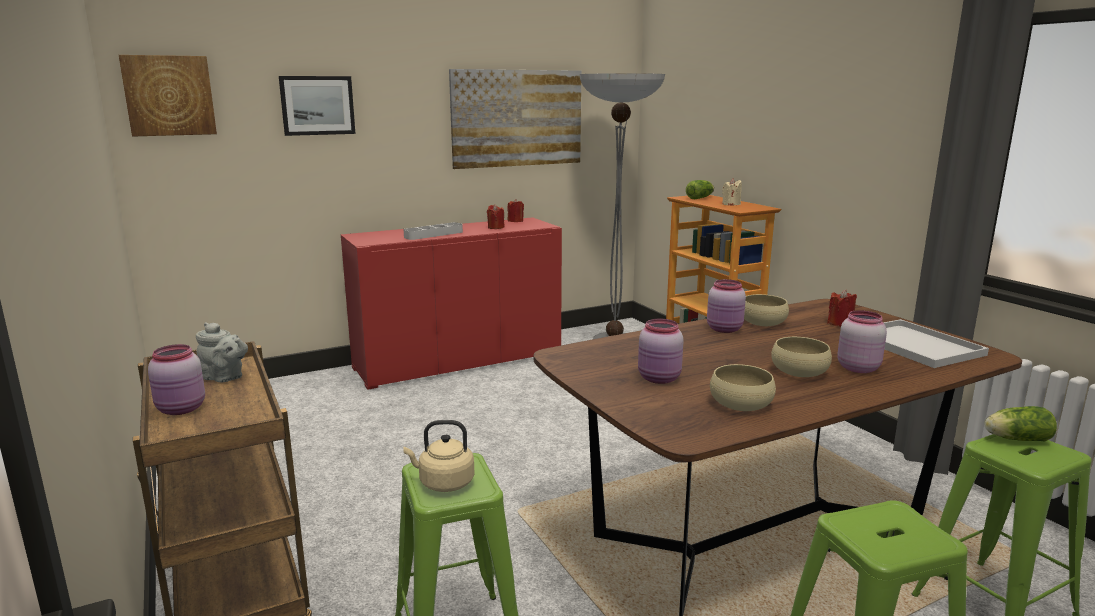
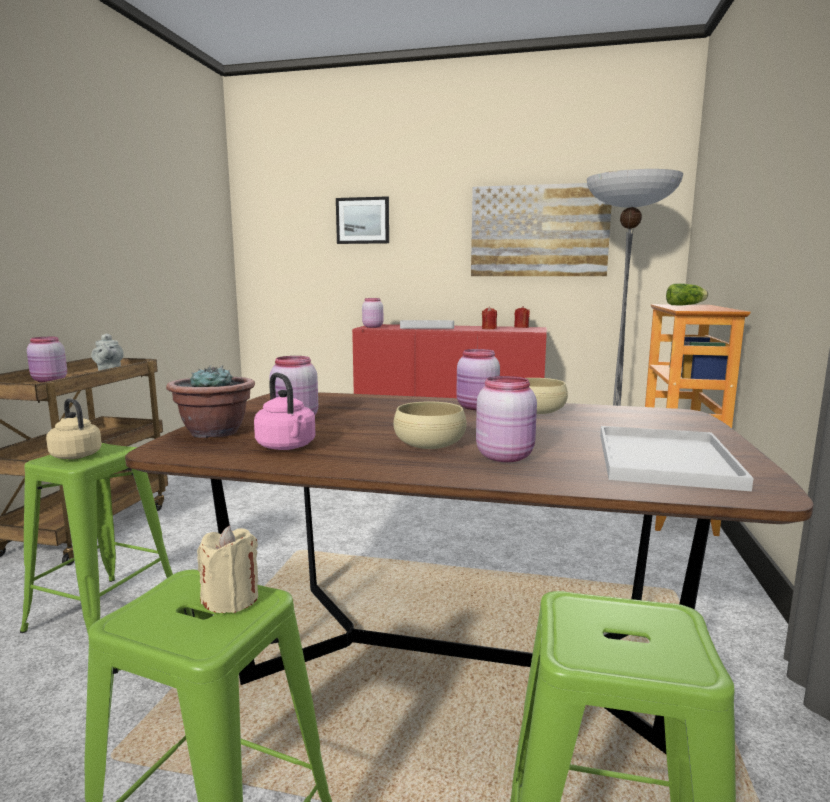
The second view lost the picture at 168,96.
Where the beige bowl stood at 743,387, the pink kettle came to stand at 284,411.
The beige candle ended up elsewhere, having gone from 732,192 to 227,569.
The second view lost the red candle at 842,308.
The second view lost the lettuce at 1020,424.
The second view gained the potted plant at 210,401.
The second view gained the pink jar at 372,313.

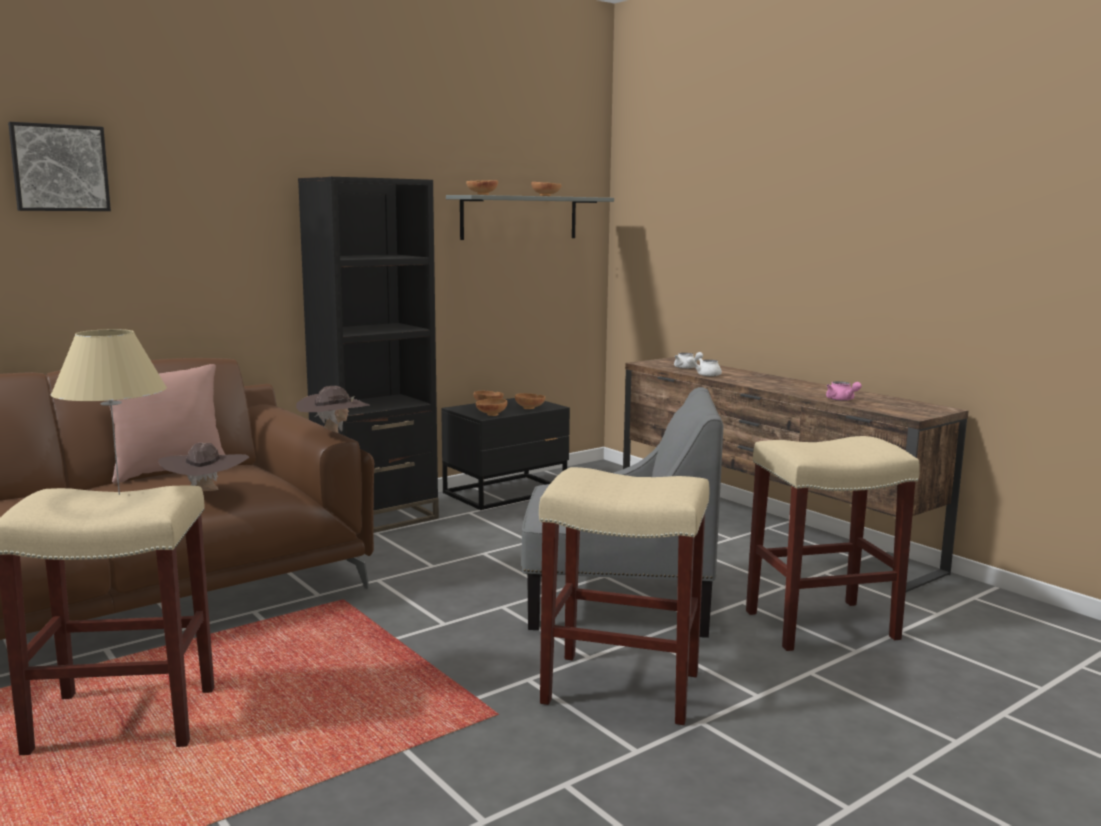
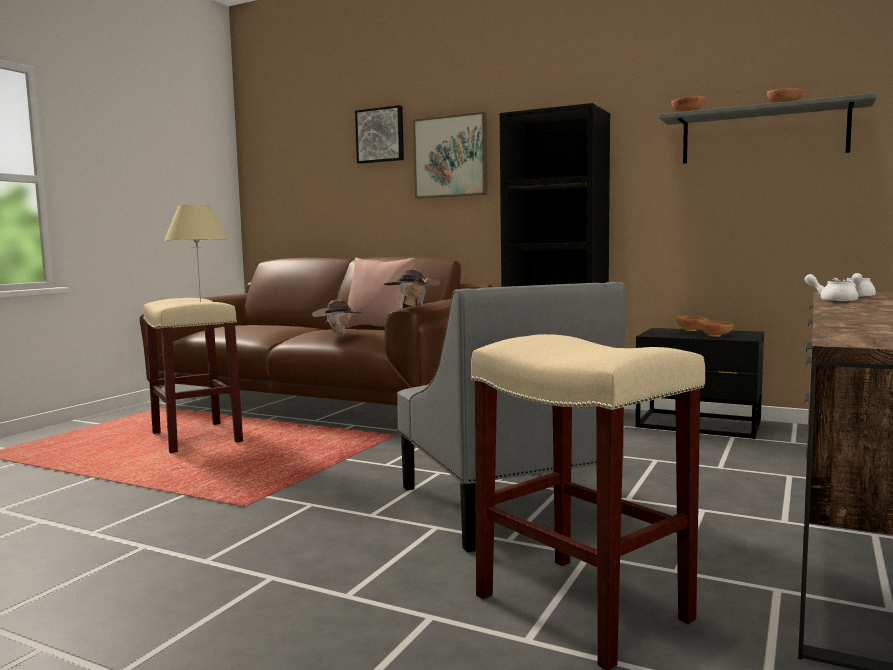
The second view lost the brown bowl at 491,407.
The second view lost the beige stool at 624,596.
The second view lost the pink teapot at 844,391.
The second view gained the picture at 450,155.

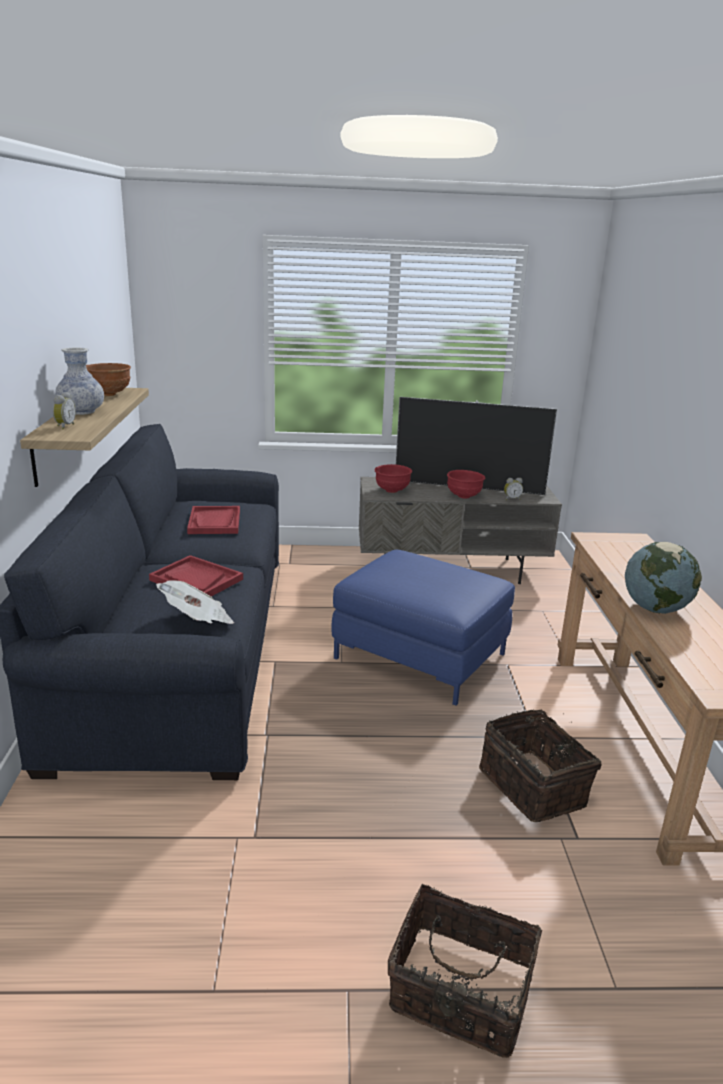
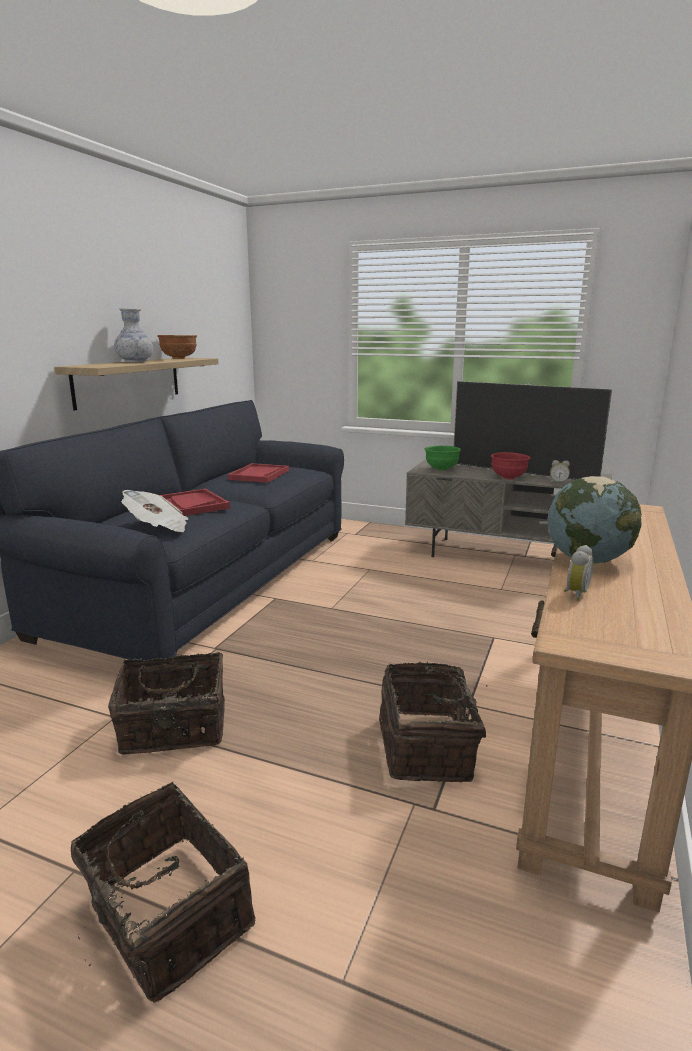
The alarm clock ended up elsewhere, having gone from 64,410 to 578,573.
The second view lost the blue ottoman at 423,628.
What was the red bowl at 393,478 turned into the green bowl at 443,458.
The second view gained the basket at 166,703.

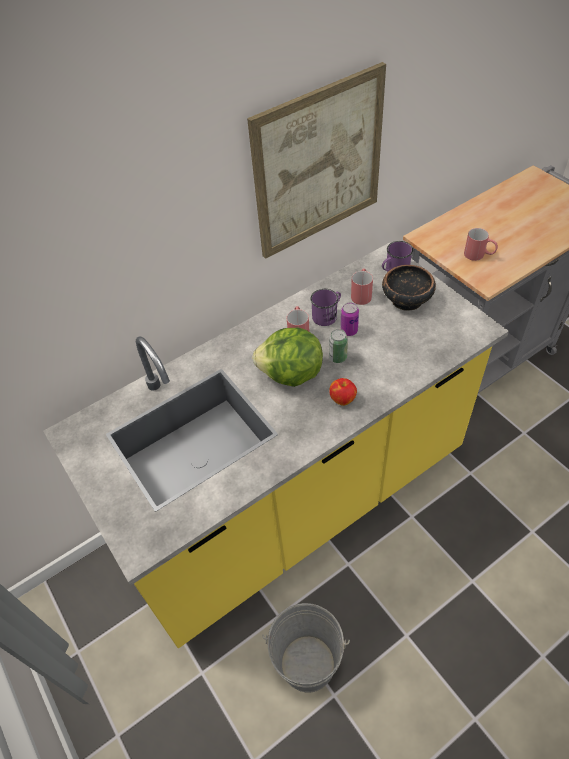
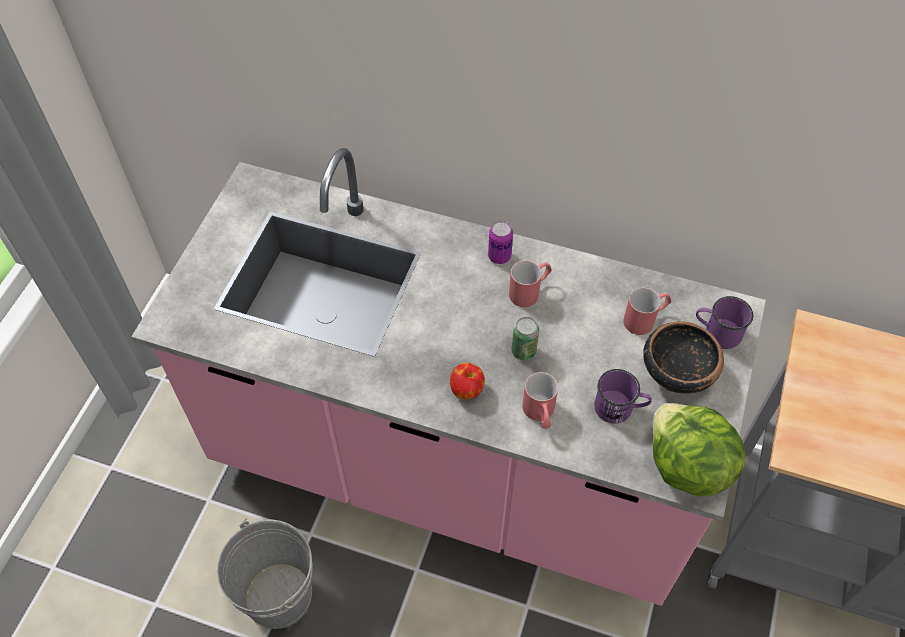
What was the yellow counter at 276,445 turned into the pink counter at 448,377.
The second view lost the picture at 316,160.
The lettuce ended up elsewhere, having gone from 287,357 to 699,450.
The purple mug ended up elsewhere, having gone from 325,307 to 623,396.
The can ended up elsewhere, having gone from 350,319 to 500,242.
The red mug ended up elsewhere, having gone from 481,244 to 540,400.

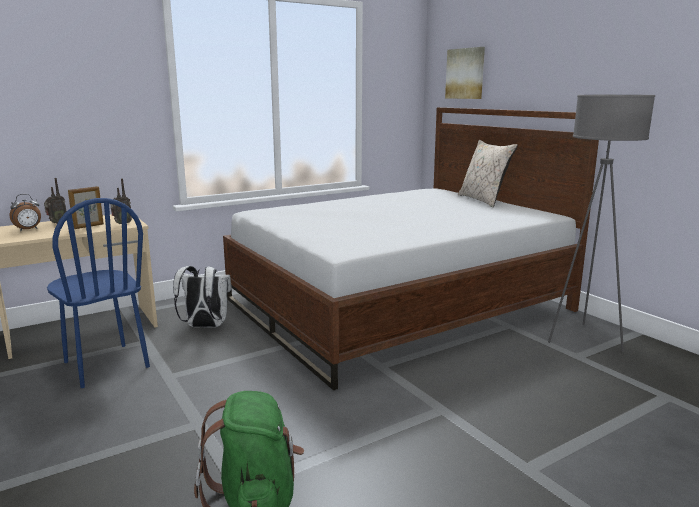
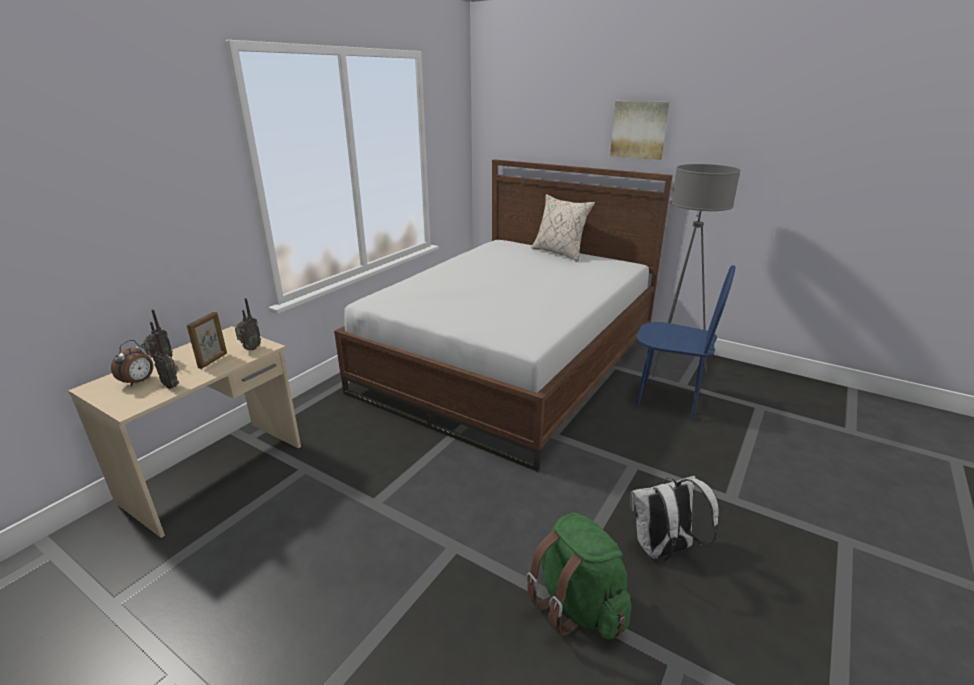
The blue chair ended up elsewhere, having gone from 98,293 to 685,342.
The white backpack ended up elsewhere, having gone from 202,296 to 674,518.
The picture ended up elsewhere, having gone from 465,73 to 640,130.
The second view gained the radio at 166,361.

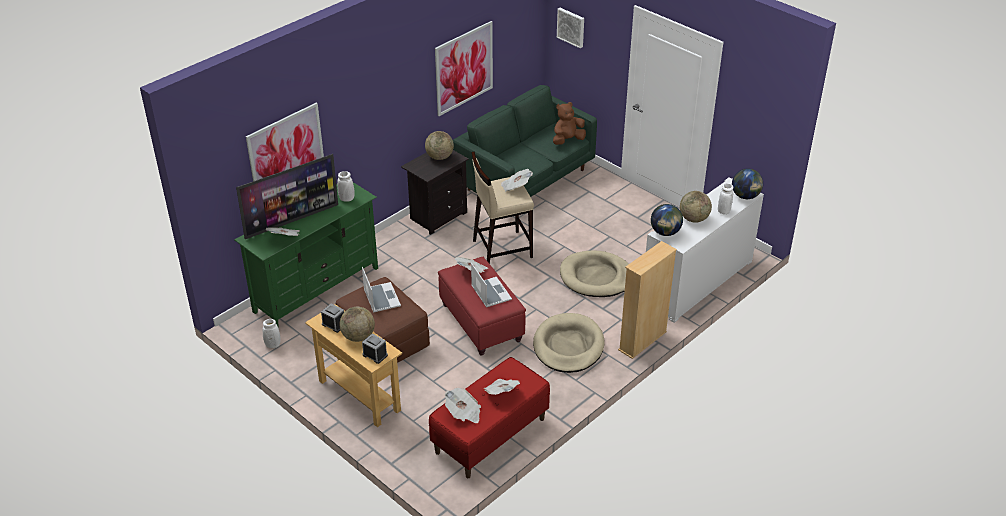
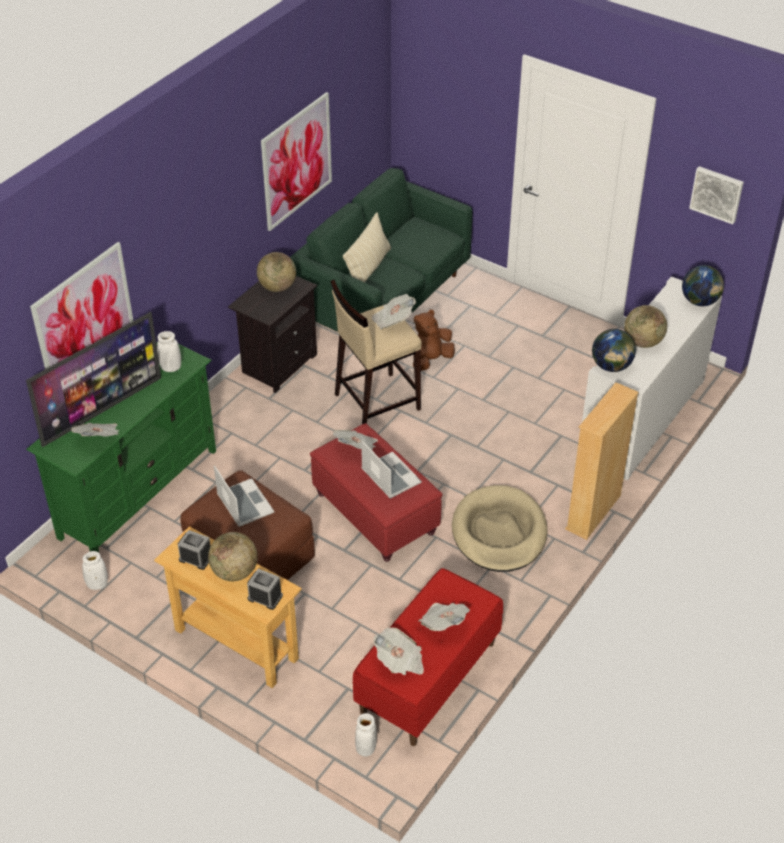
The brown plush toy ended up elsewhere, having gone from 569,123 to 434,340.
The picture ended up elsewhere, having gone from 570,28 to 716,195.
The second view lost the beige dog bed at 594,273.
The white vase ended up elsewhere, having gone from 725,198 to 366,734.
The second view gained the beige pillow at 367,247.

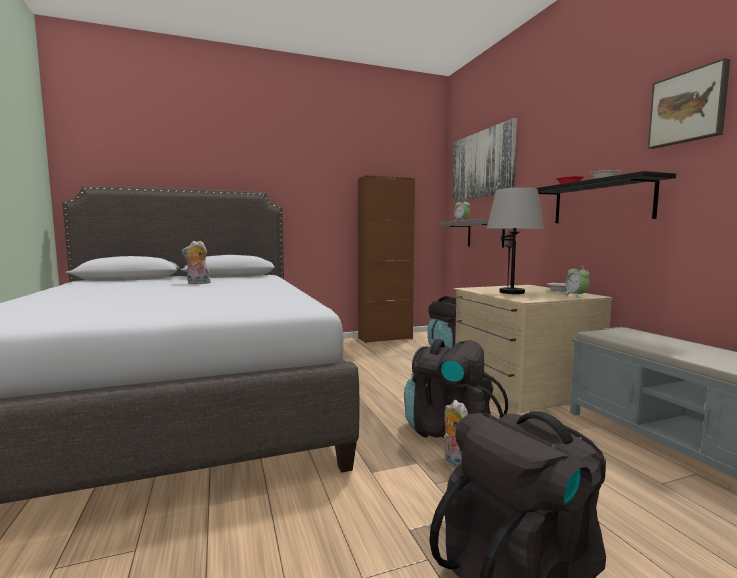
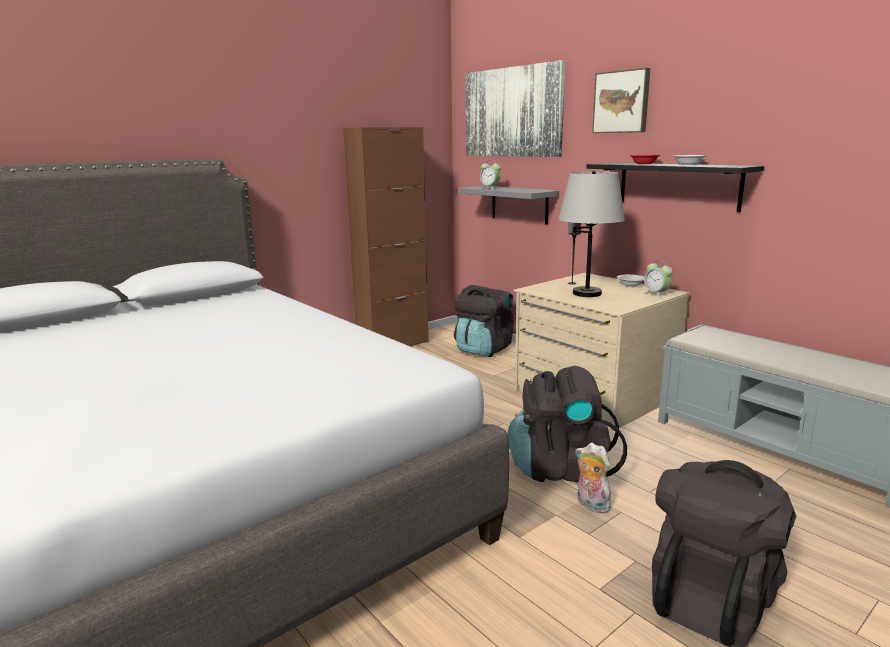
The second view lost the plush toy at 197,262.
The picture ended up elsewhere, having gone from 689,103 to 621,100.

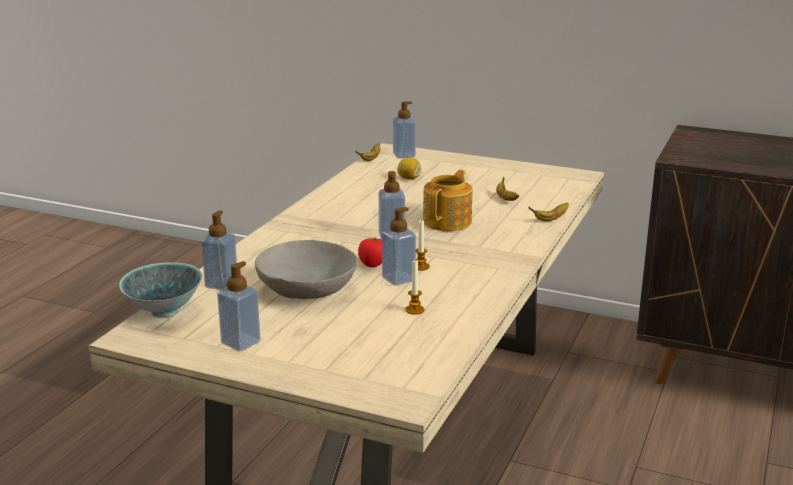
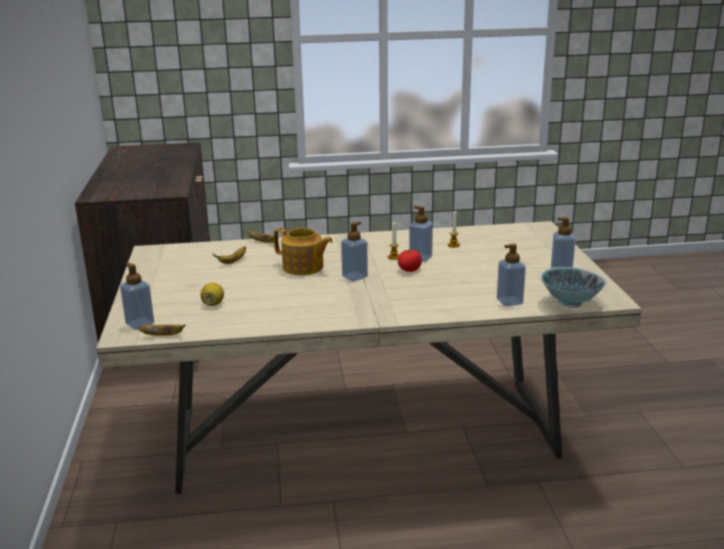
The second view lost the grey bowl at 306,269.
The teapot at 448,200 ended up facing another way, 150 degrees counterclockwise from before.

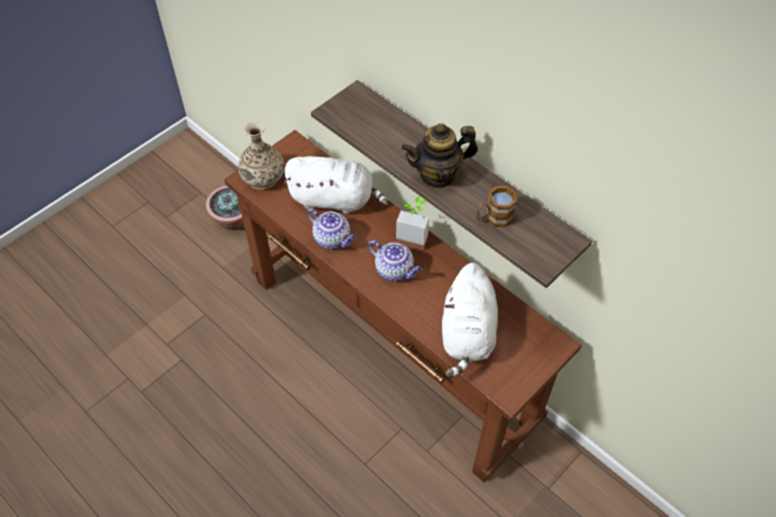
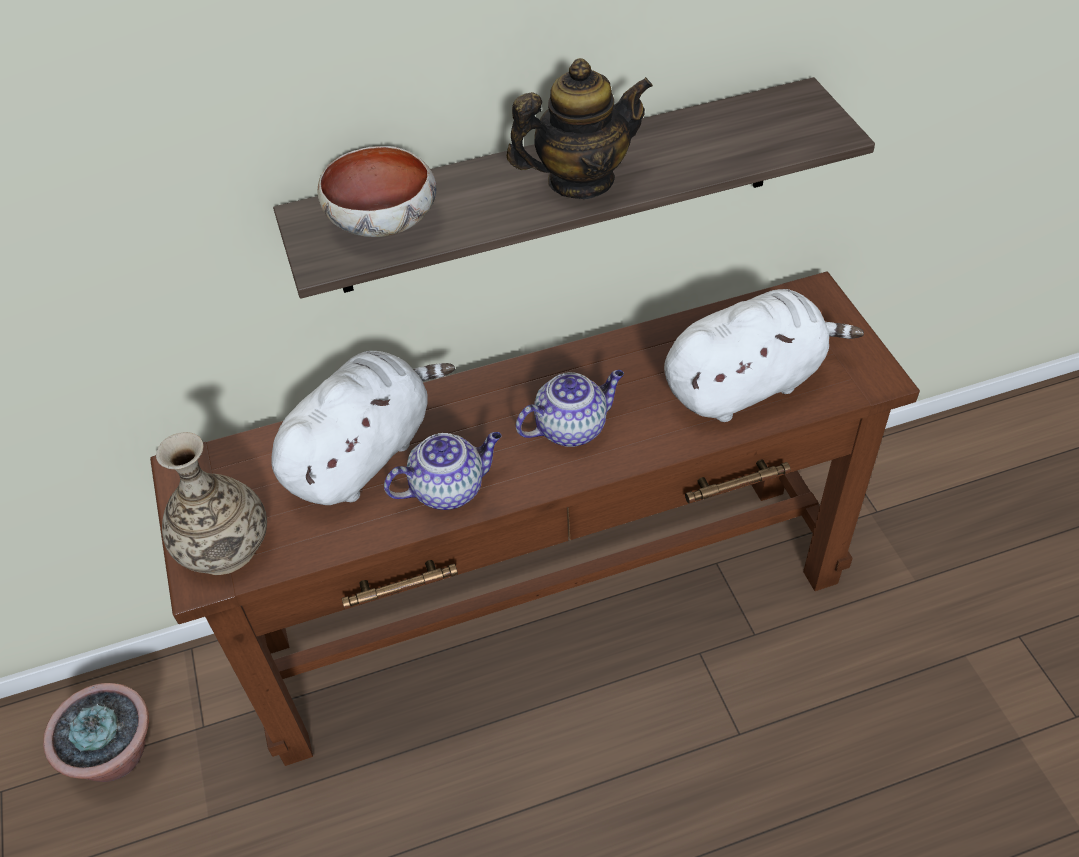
The second view lost the potted plant at 412,223.
The teapot at 440,156 ended up facing another way, 120 degrees counterclockwise from before.
The white plush toy at 470,320 ended up facing another way, 60 degrees counterclockwise from before.
The second view lost the mug at 496,206.
The second view gained the bowl at 377,191.

